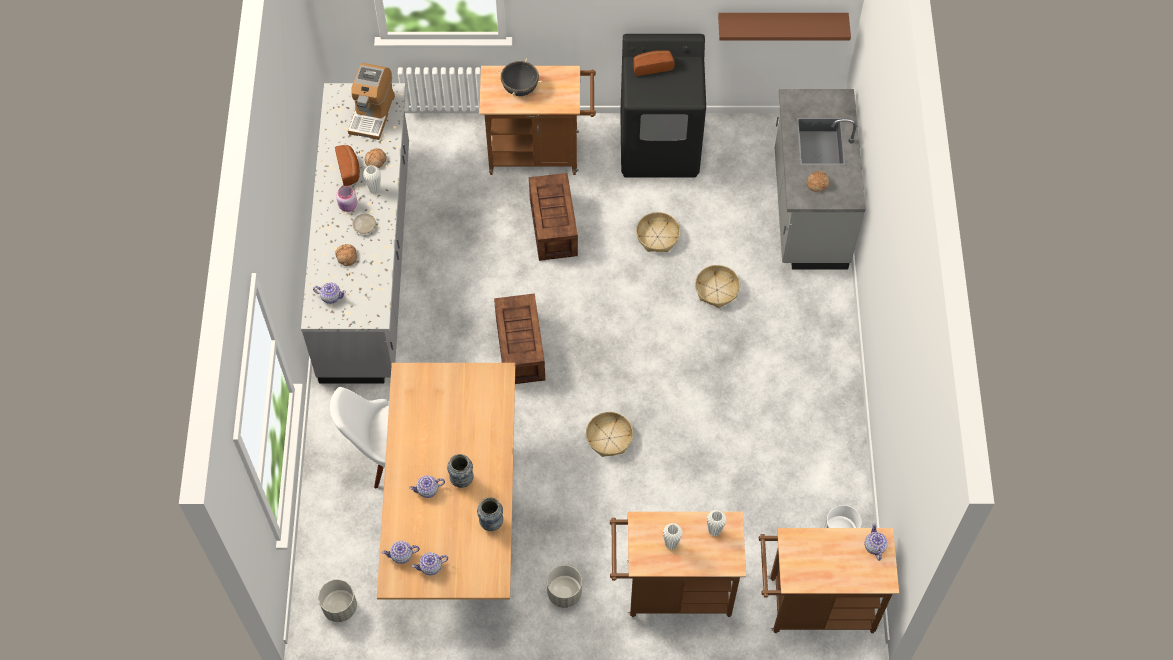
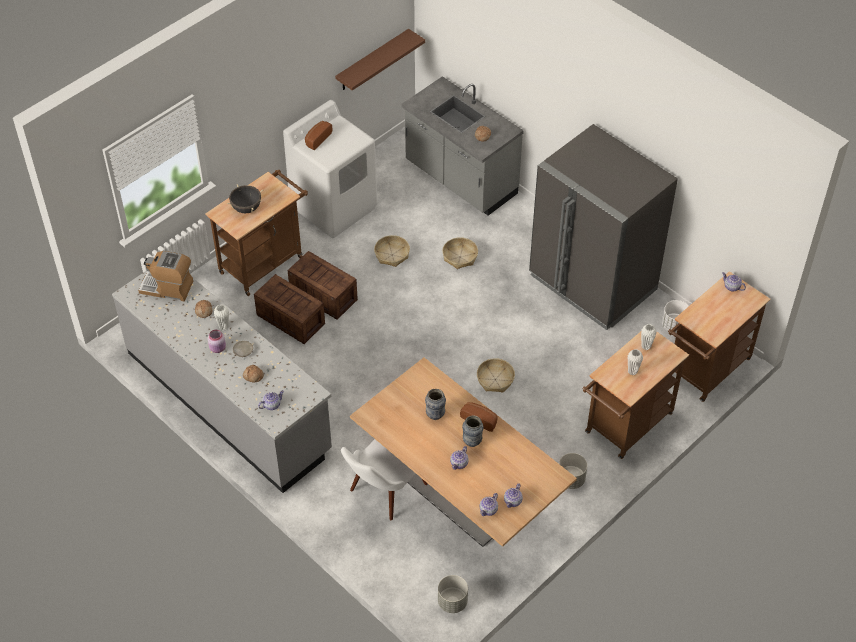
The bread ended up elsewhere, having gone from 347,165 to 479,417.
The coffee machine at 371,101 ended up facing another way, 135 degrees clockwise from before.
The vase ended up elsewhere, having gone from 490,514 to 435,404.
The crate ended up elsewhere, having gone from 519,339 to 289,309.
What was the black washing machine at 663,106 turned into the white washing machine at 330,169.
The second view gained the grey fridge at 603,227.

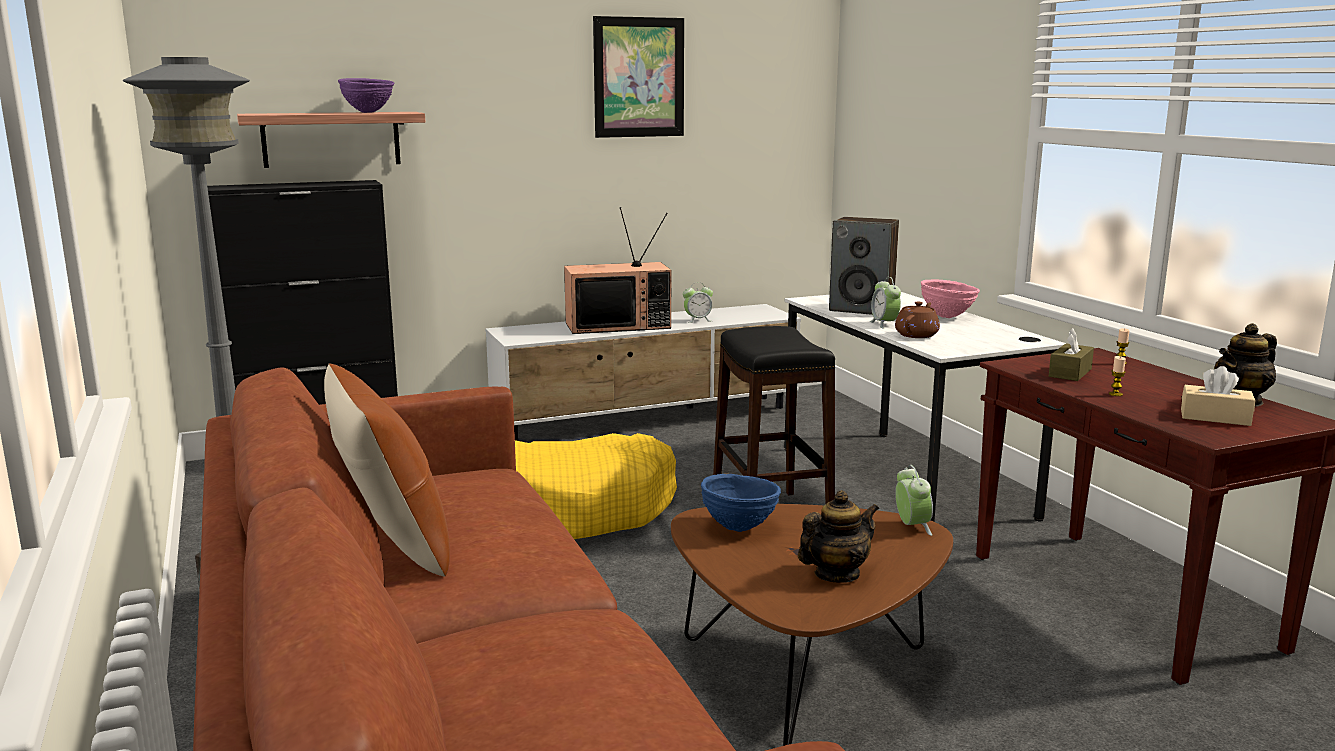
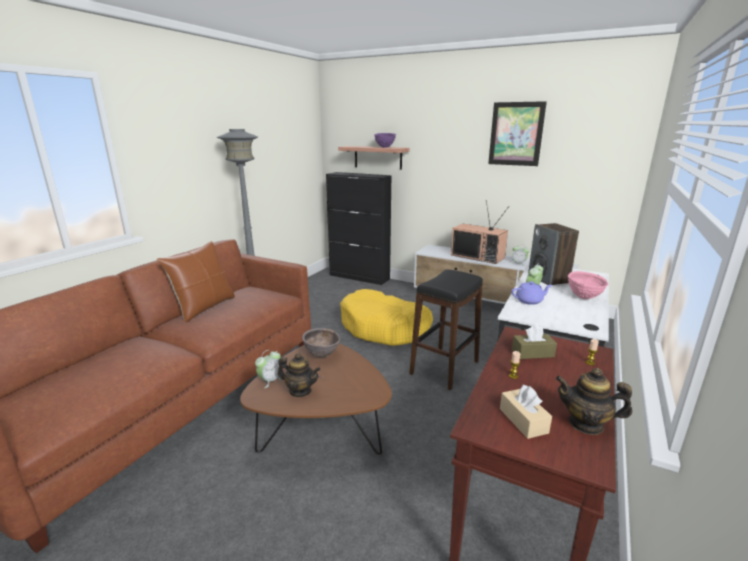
What was the blue bowl at 741,503 turned into the brown bowl at 321,343.
What was the brown teapot at 917,320 turned into the purple teapot at 531,293.
The alarm clock ended up elsewhere, having gone from 914,500 to 268,369.

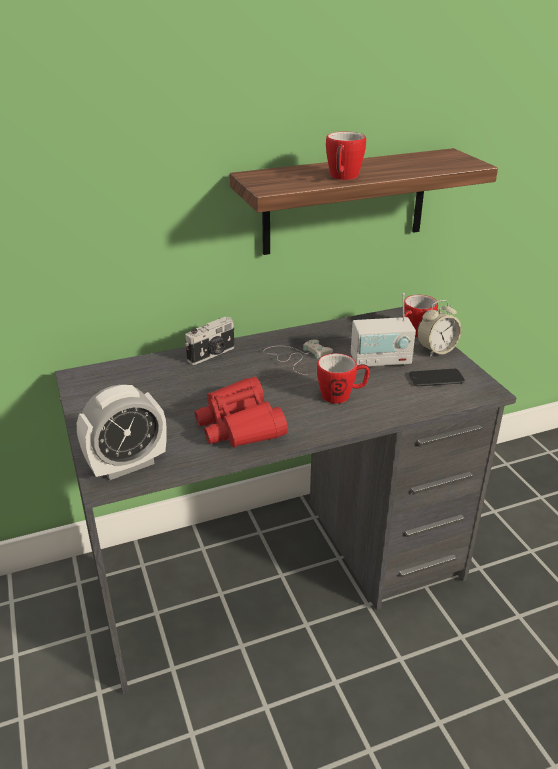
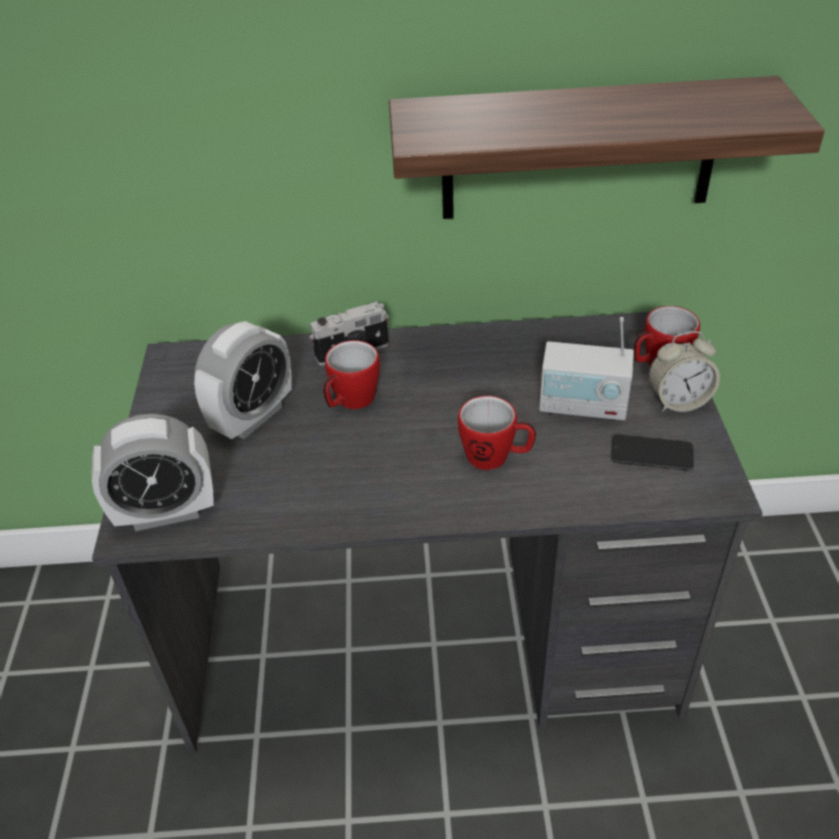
The second view lost the red binoculars at 241,412.
The second view lost the white game controller at 298,357.
The mug ended up elsewhere, having gone from 346,156 to 351,374.
The second view gained the alarm clock at 243,380.

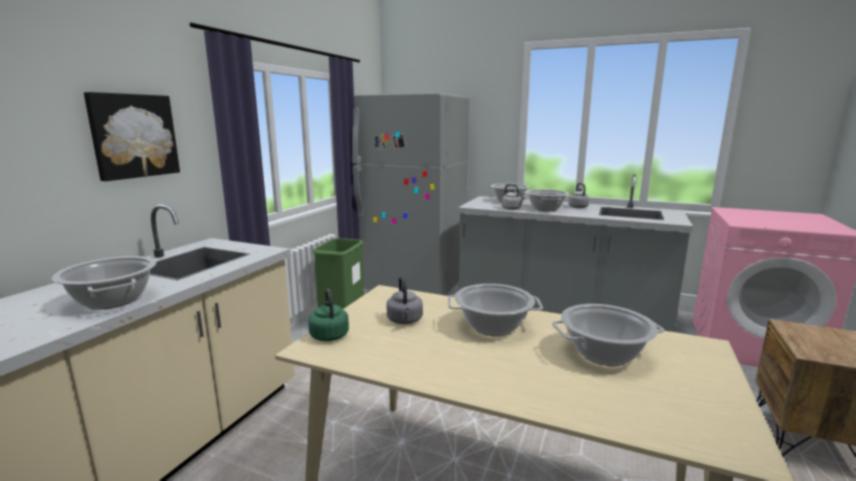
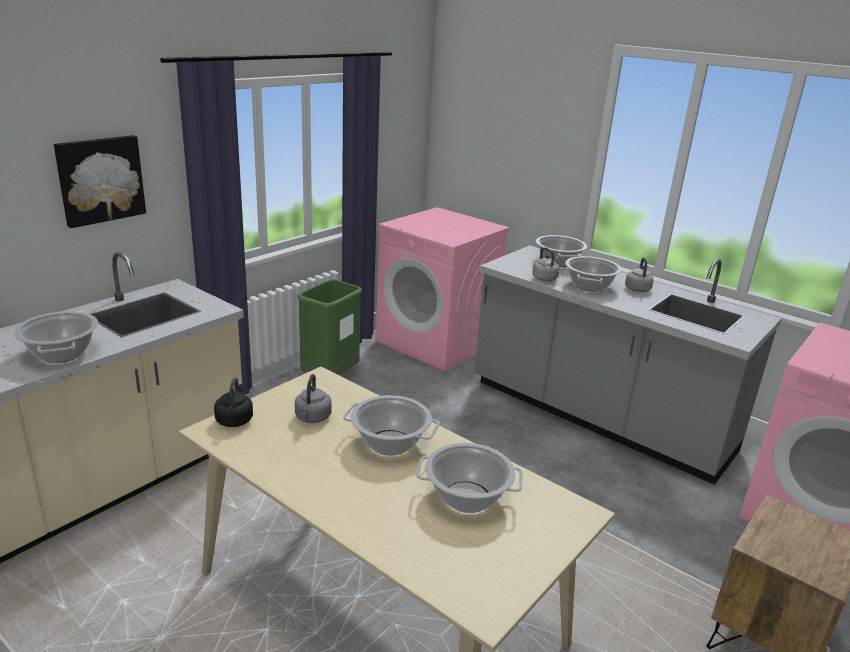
What was the green kettle at 328,314 turned into the black kettle at 233,402.
Where the grey fridge stood at 410,194, the pink washing machine came to stand at 443,289.

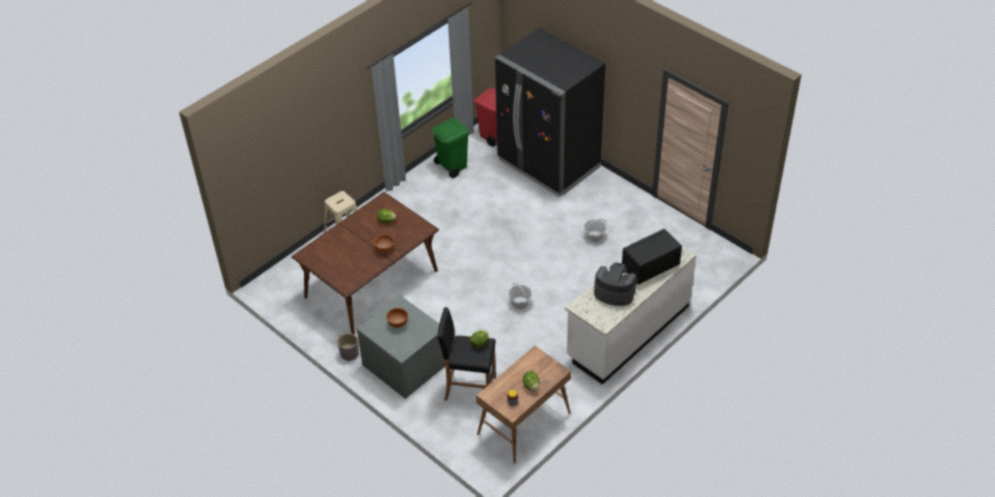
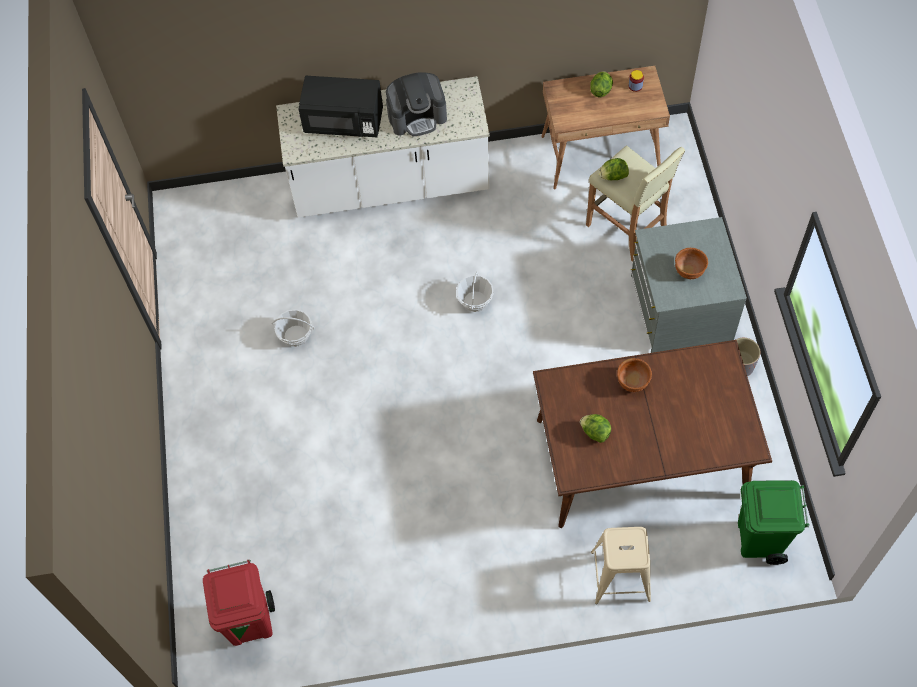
The green trash can ended up elsewhere, having gone from 450,148 to 773,522.
What was the black stool at 466,354 turned into the beige stool at 635,204.
The second view lost the black fridge at 550,112.
The coffee machine at 615,284 ended up facing another way, 75 degrees counterclockwise from before.

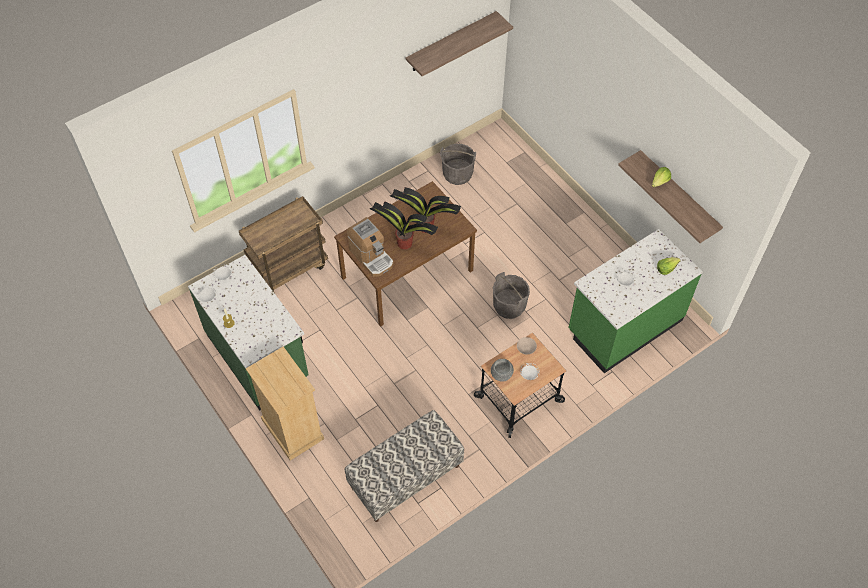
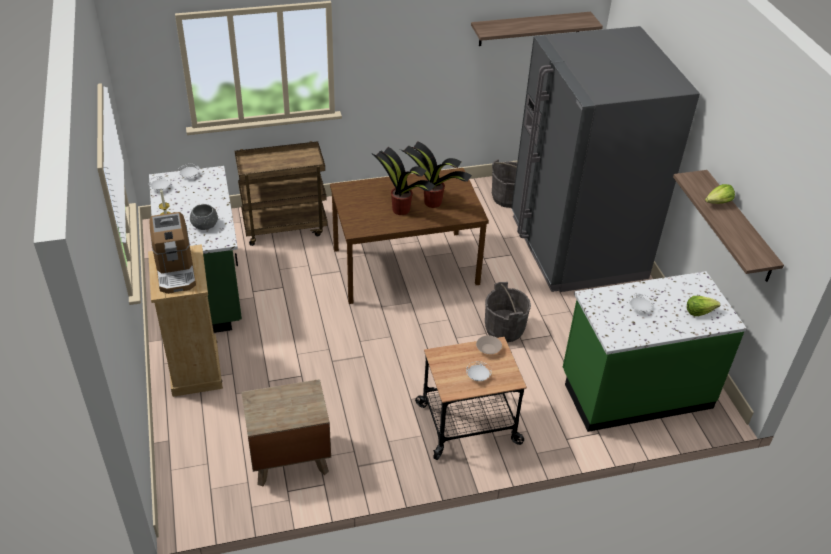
Where the bench stood at 404,466, the brown nightstand came to stand at 286,432.
The coffee machine ended up elsewhere, having gone from 370,247 to 173,253.
The grey bowl ended up elsewhere, having gone from 502,370 to 204,217.
The second view gained the grey fridge at 605,159.

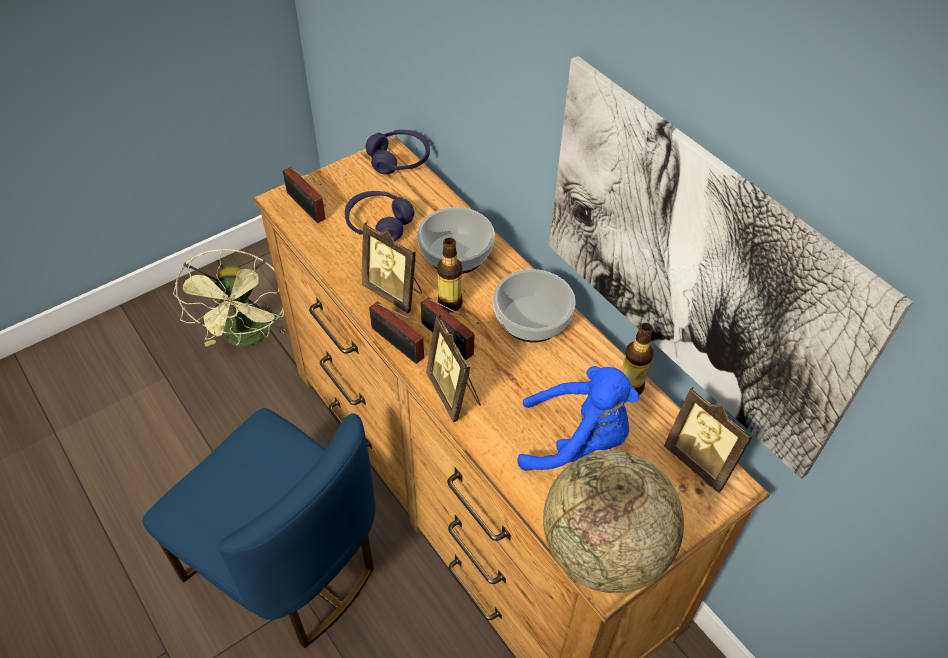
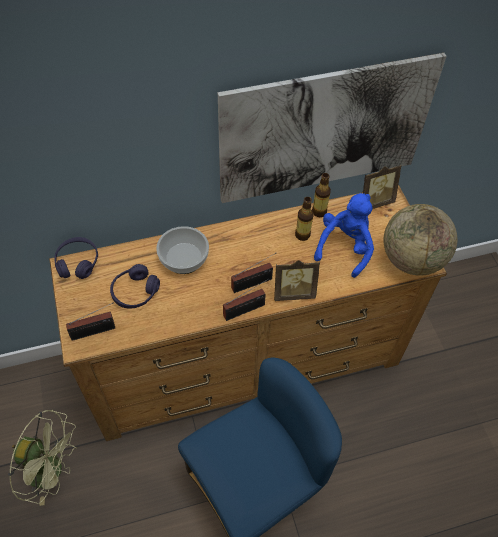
The second view lost the picture frame at 391,267.
The bottle ended up elsewhere, having gone from 450,275 to 304,219.
The second view lost the bowl at 534,306.

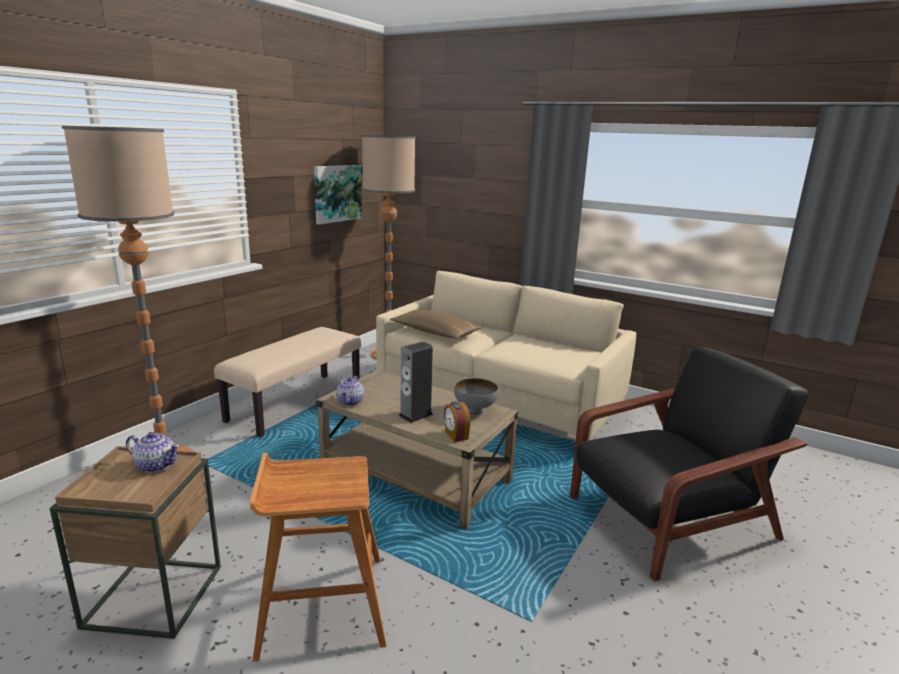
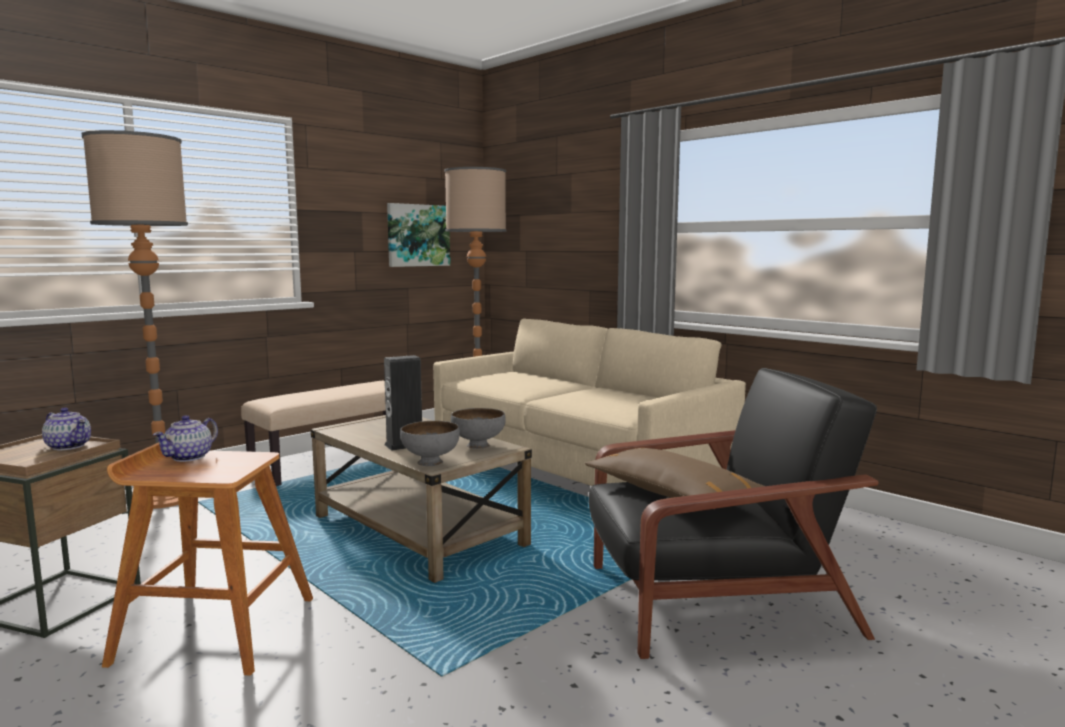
The teapot ended up elsewhere, having gone from 350,391 to 185,438.
The brown pillow ended up elsewhere, having gone from 436,324 to 674,473.
Where the alarm clock stood at 457,421, the grey bowl came to stand at 430,443.

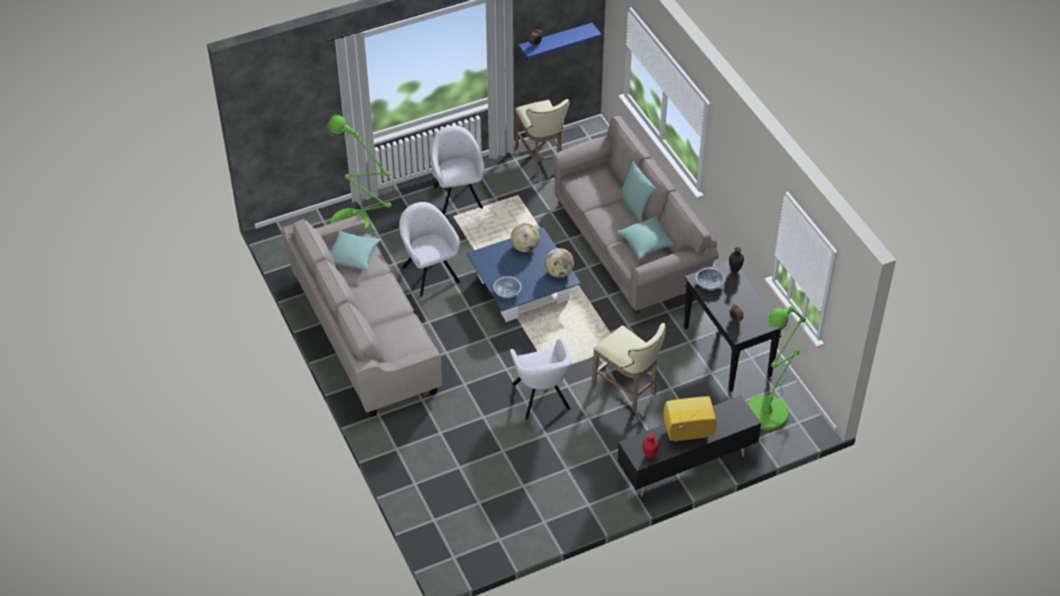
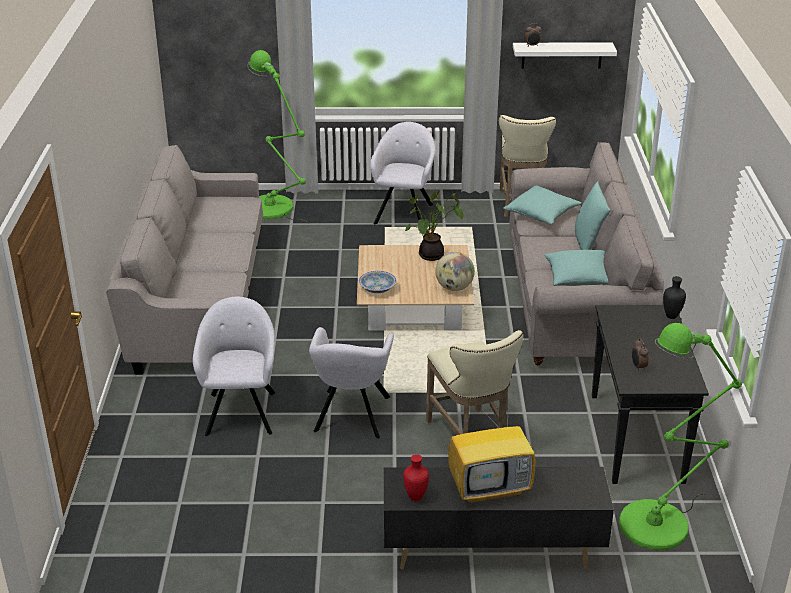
The turquoise pillow ended up elsewhere, having gone from 355,251 to 542,205.
The grey armchair ended up elsewhere, having gone from 429,249 to 234,366.
What was the blue coffee table at 523,274 turned into the beige coffee table at 415,287.
Where the globe stood at 525,237, the potted plant came to stand at 434,226.
What was the blue shelf at 559,41 turned into the white shelf at 565,56.
The television at 690,418 ended up facing another way, 150 degrees clockwise from before.
The second view lost the bowl at 710,278.

